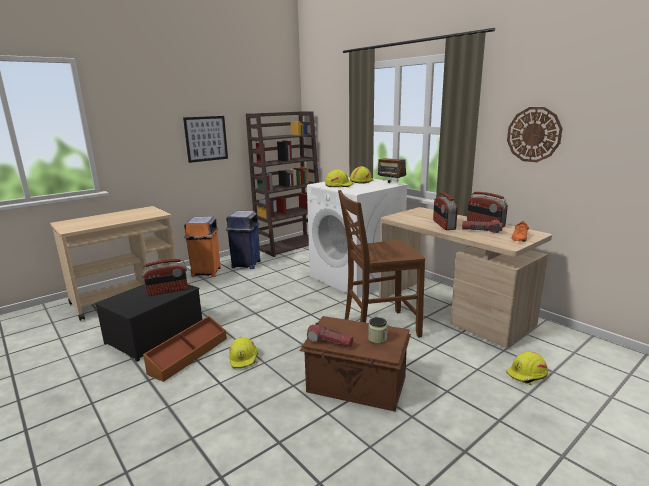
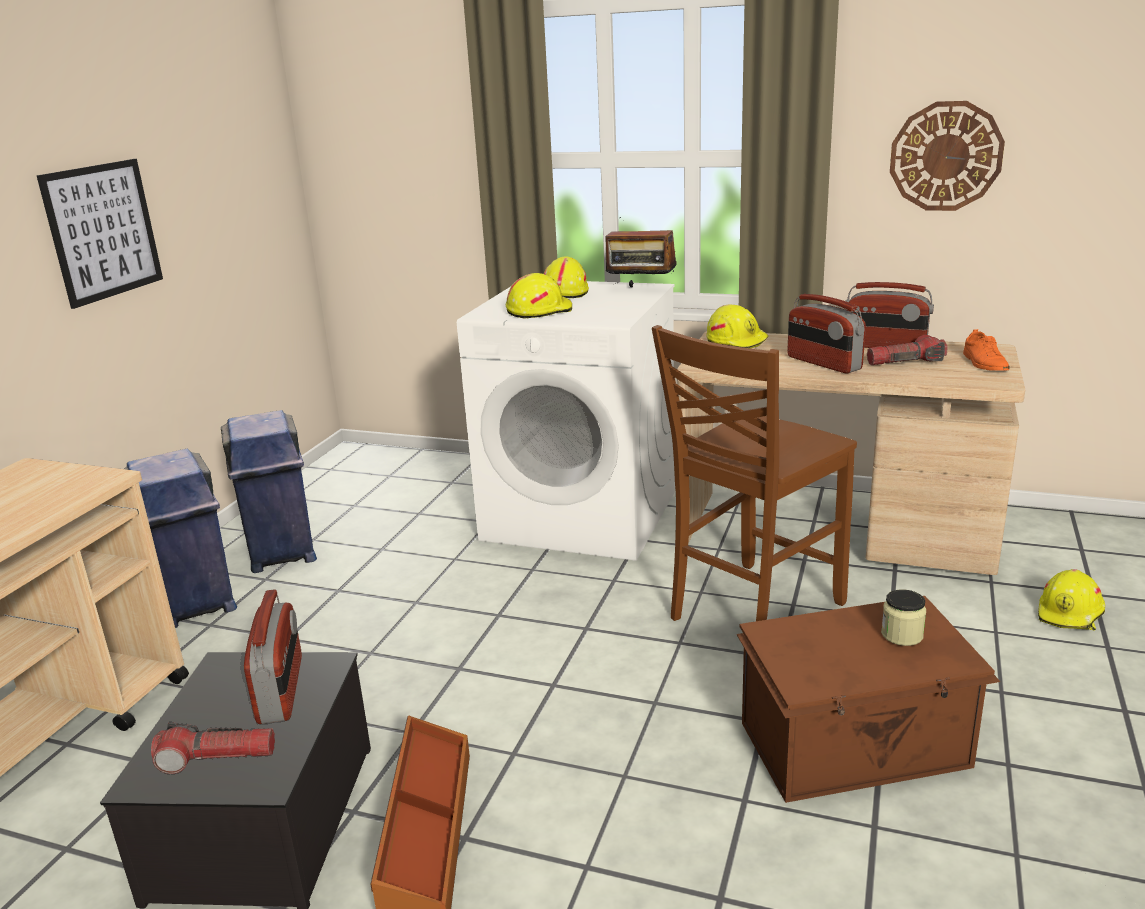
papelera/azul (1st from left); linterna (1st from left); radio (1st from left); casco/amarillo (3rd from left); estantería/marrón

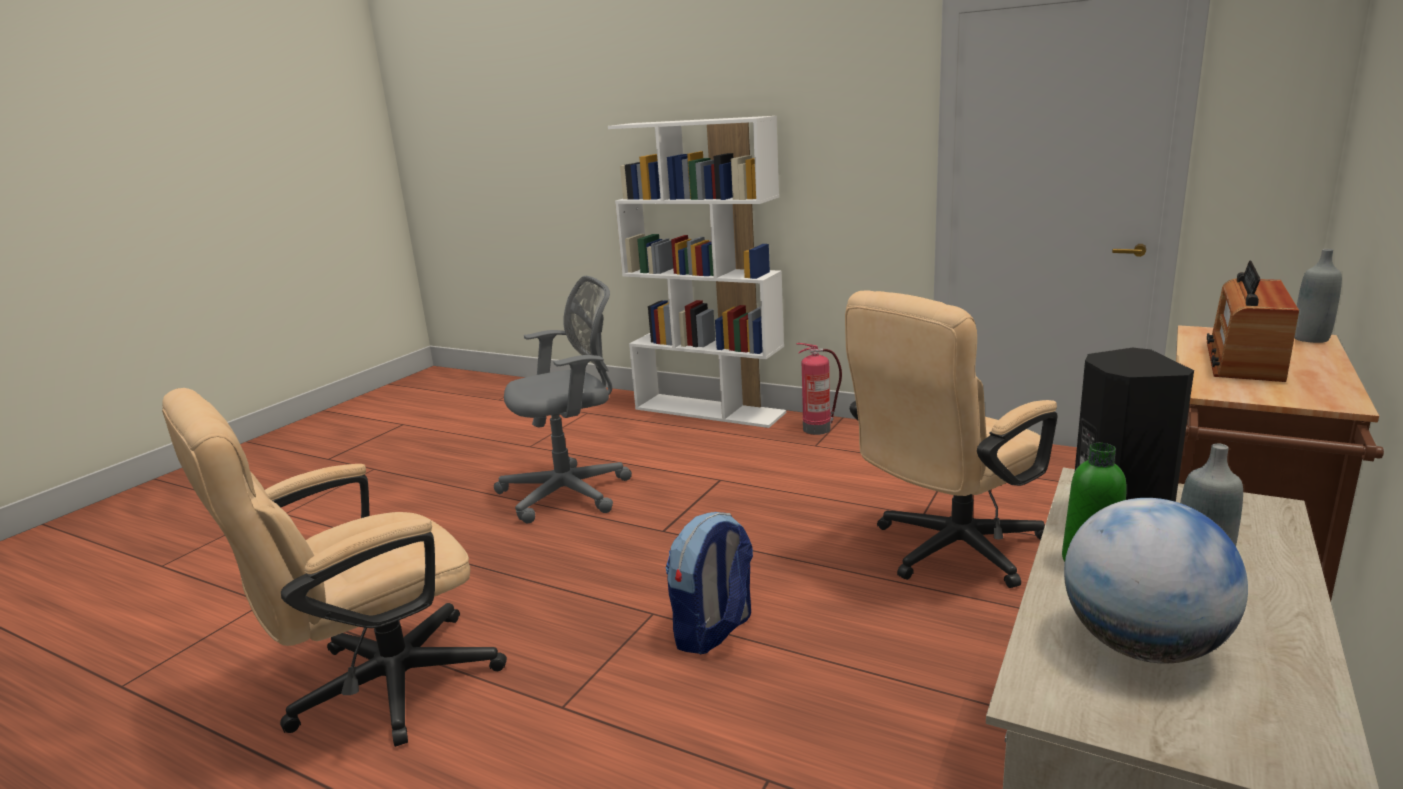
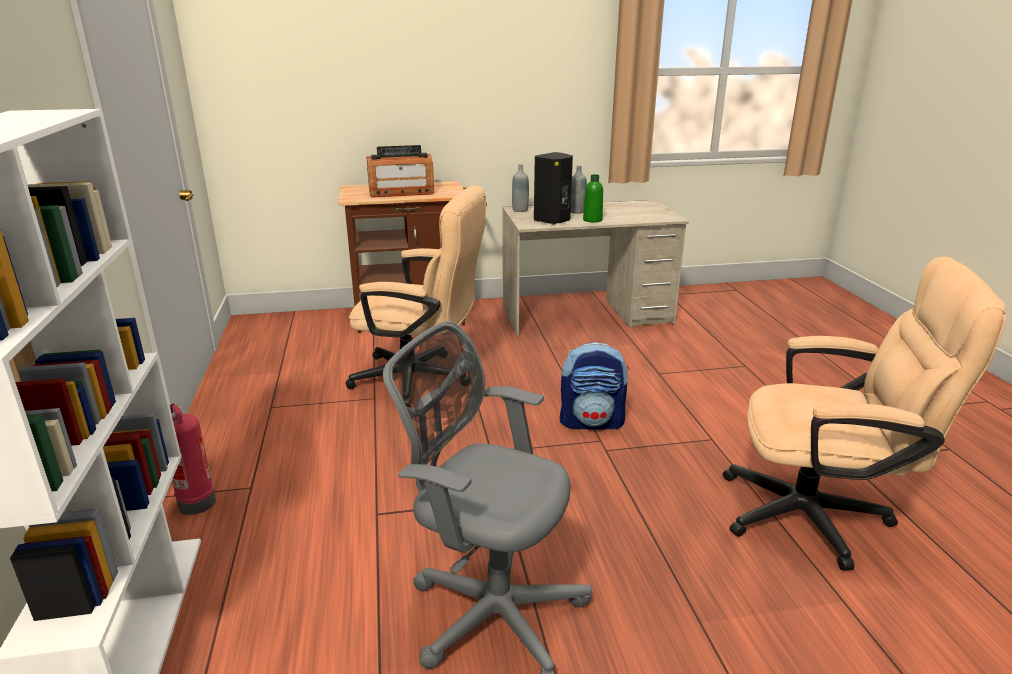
botella/gris (1st from left); globo terráqueo

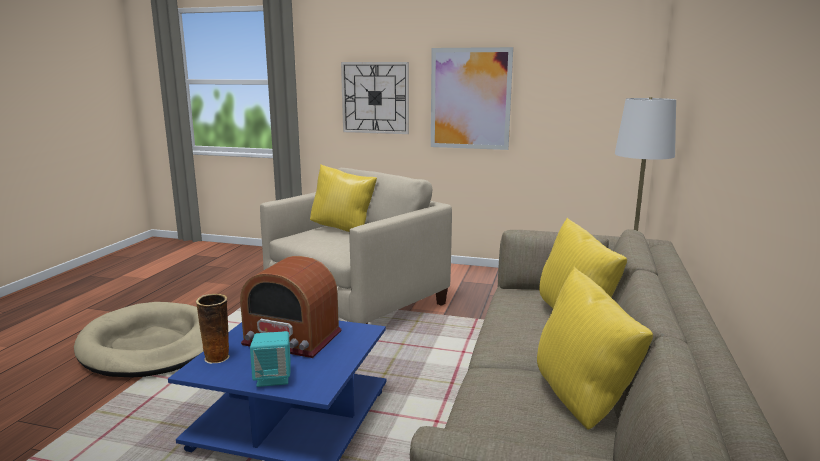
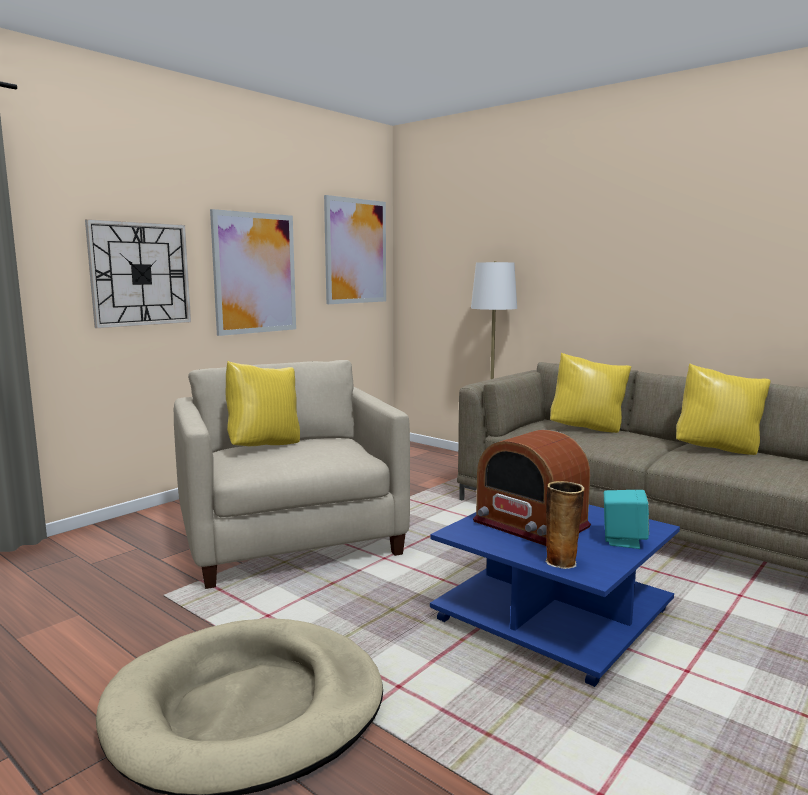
cuadro (2nd from left); radio

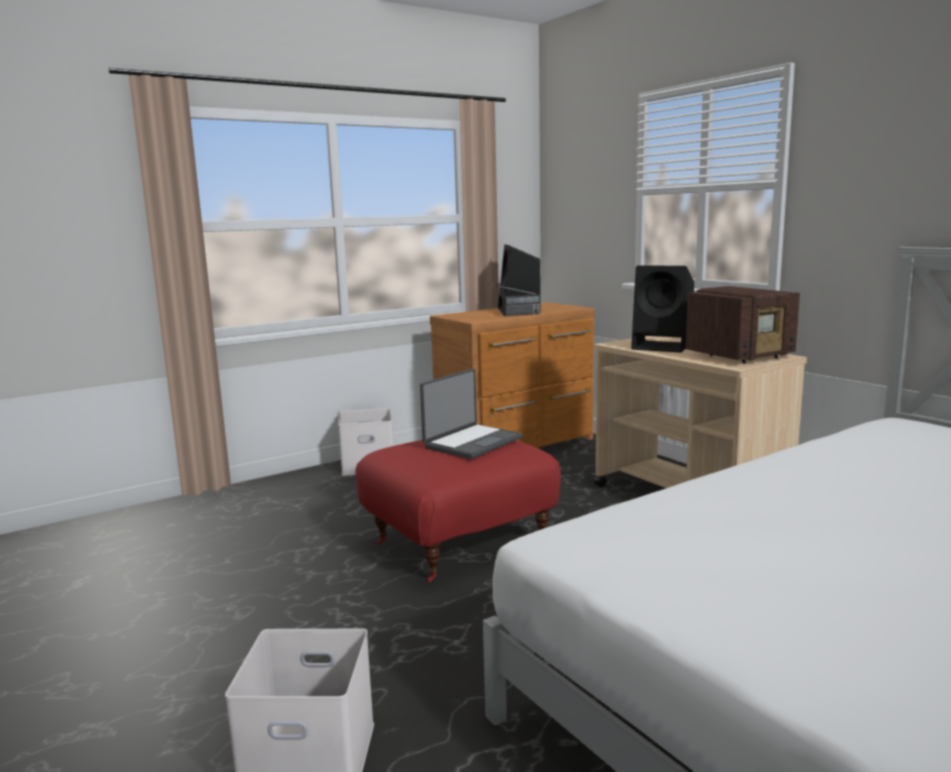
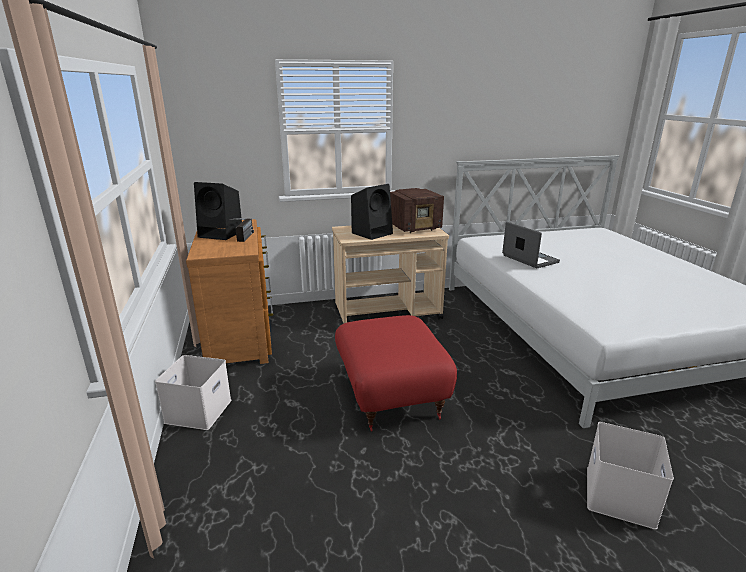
radio (2nd from left); portátil

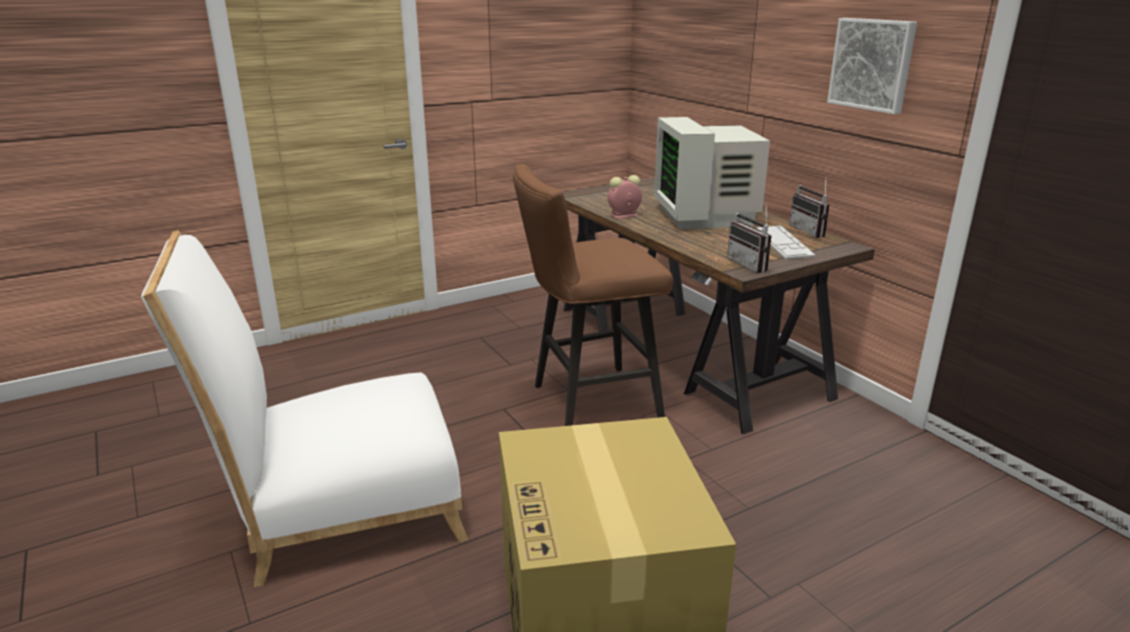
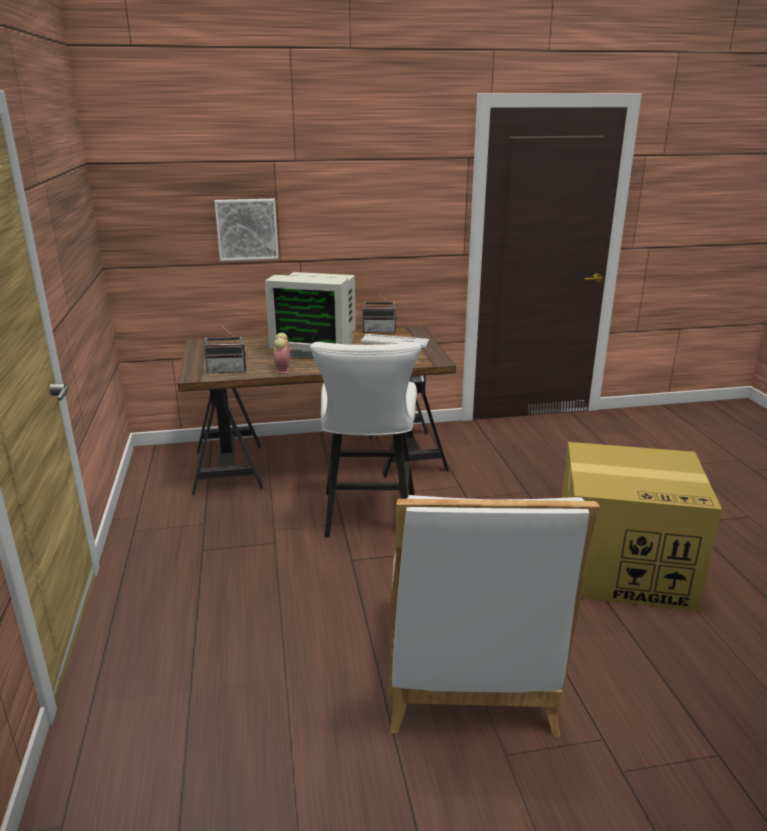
radio (1st from left); cuadro; taburete/blanco

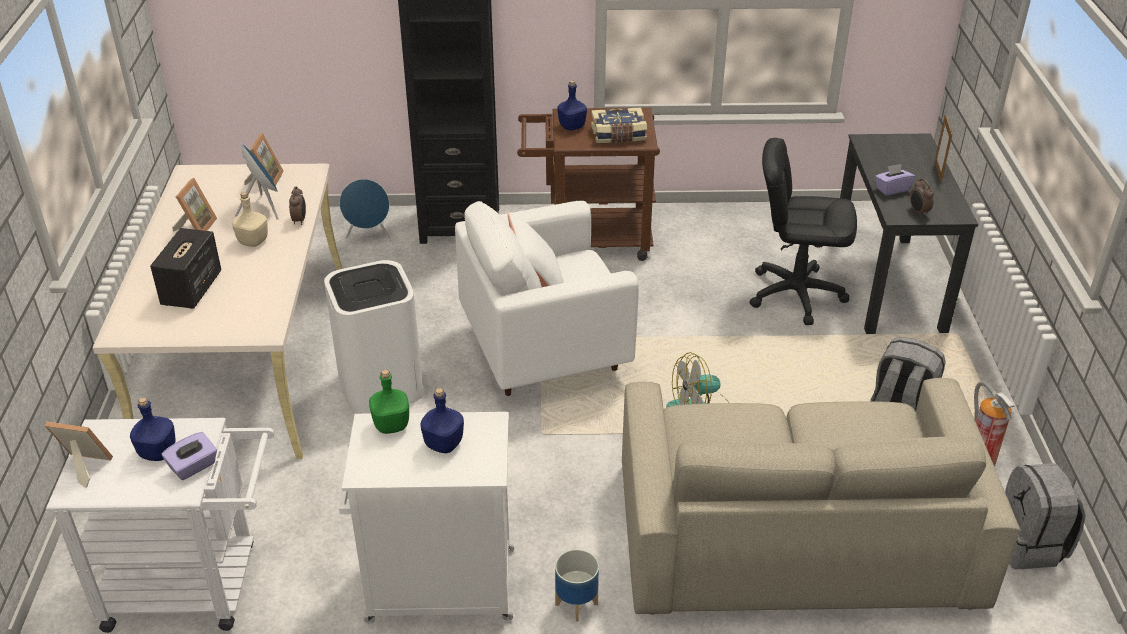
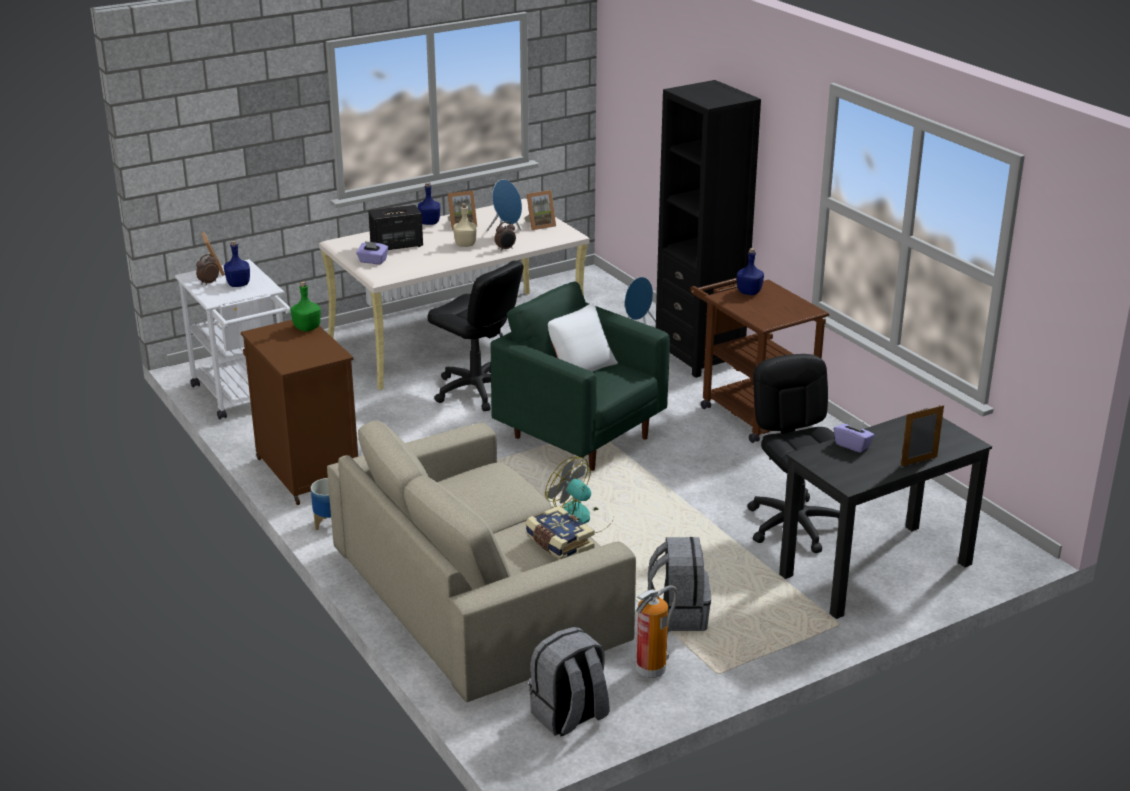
despertador (1st from left); armario/marrón; caja de pañuelos/morado (1st from left); botella/azul (2nd from left); silla de oficina/negro (1st from left); sillón/verde; libro

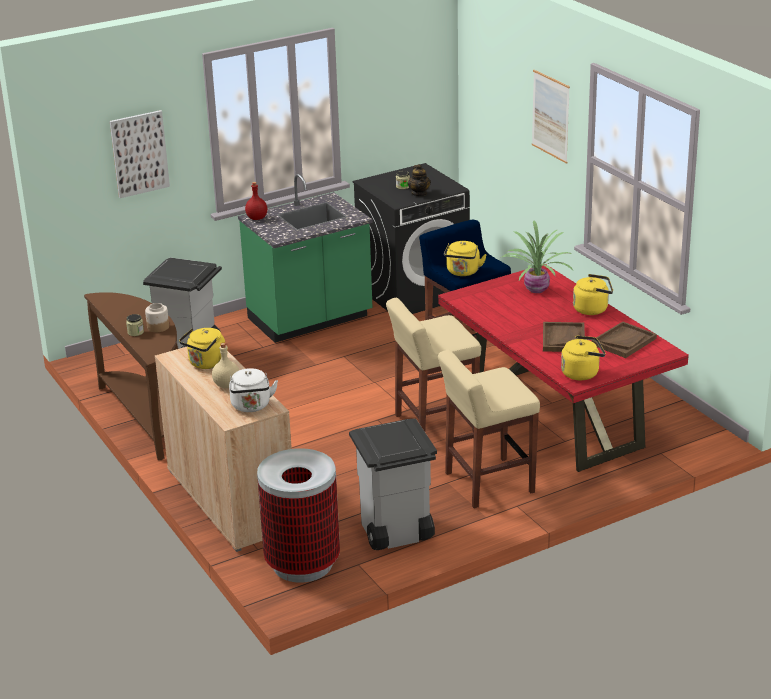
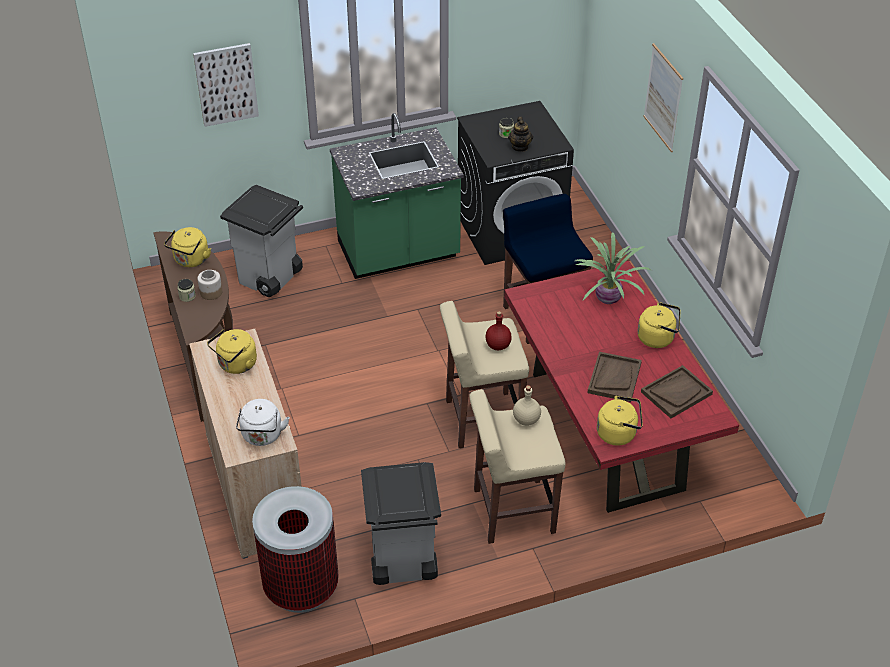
hervidor/amarillo (1st from left); botella/rojo; botella/beis

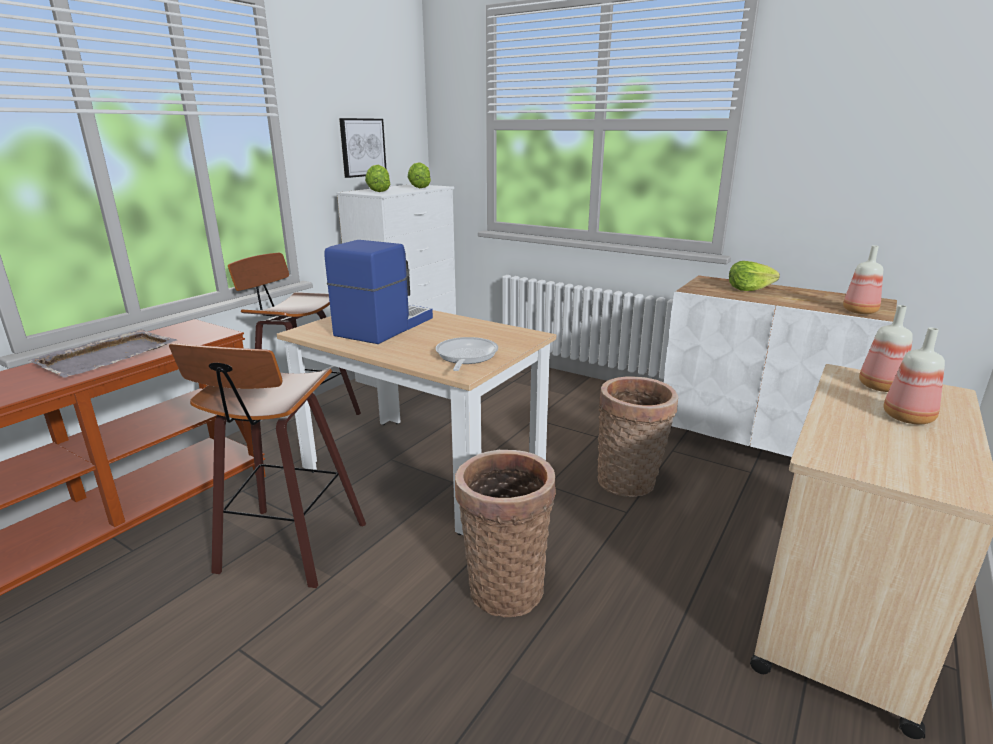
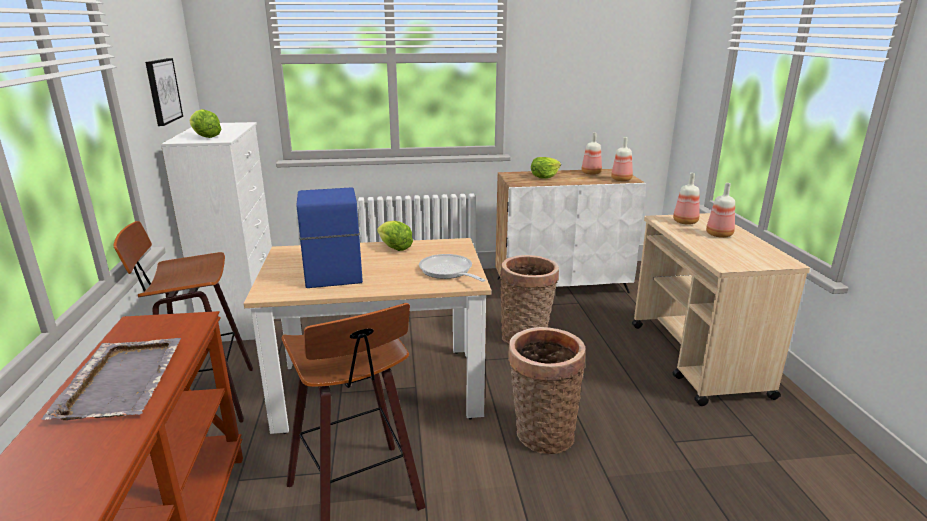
lechuga (2nd from left); botella (1st from left)

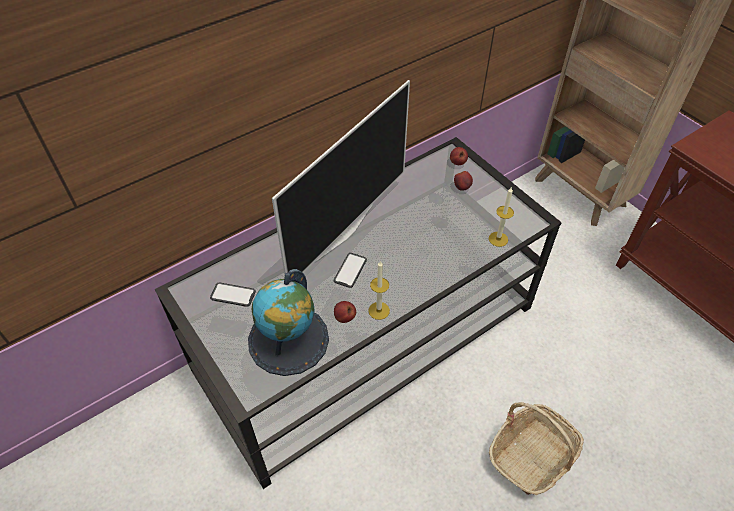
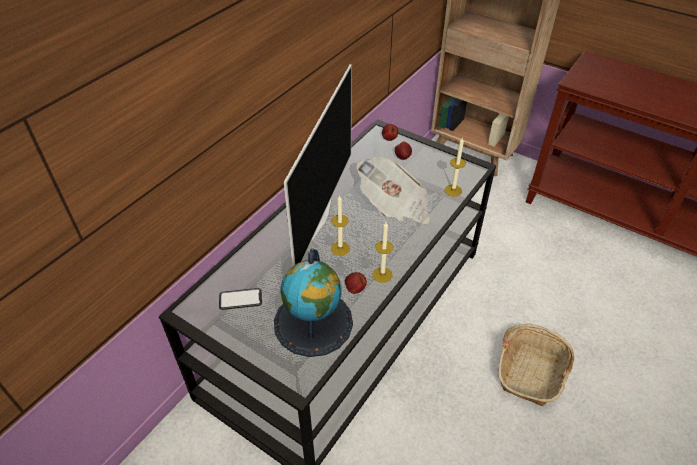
vela (1st from left); periódico

